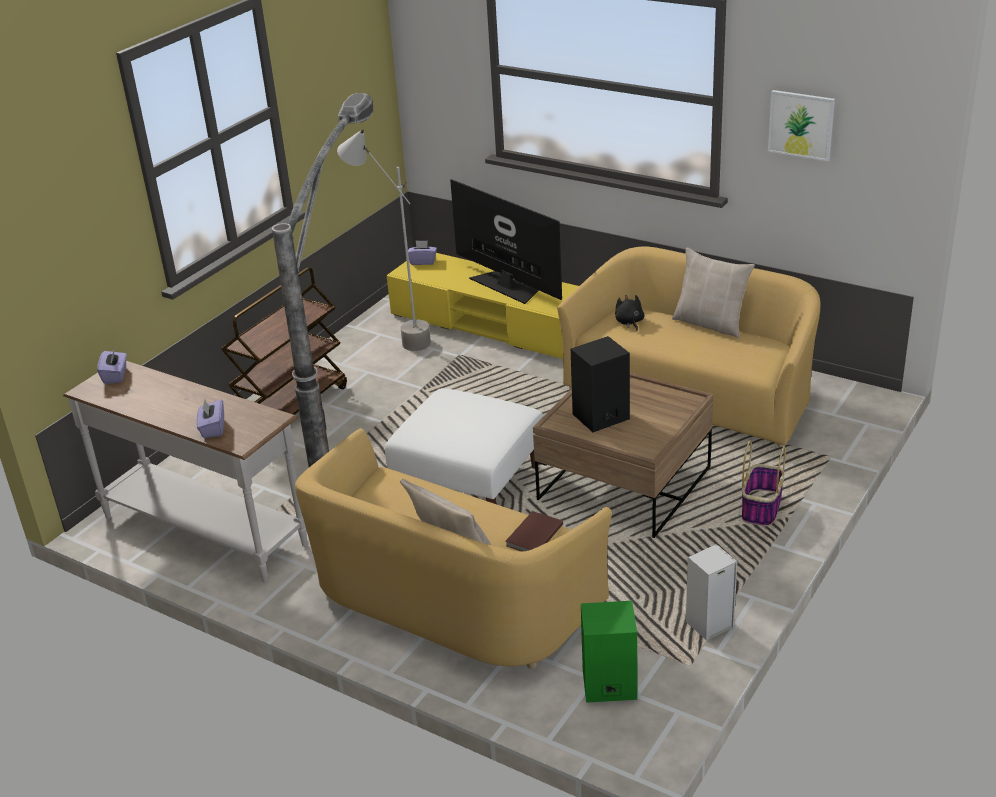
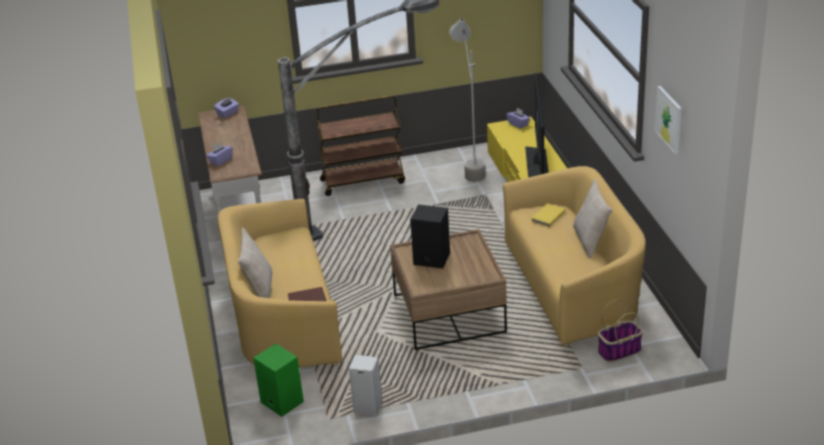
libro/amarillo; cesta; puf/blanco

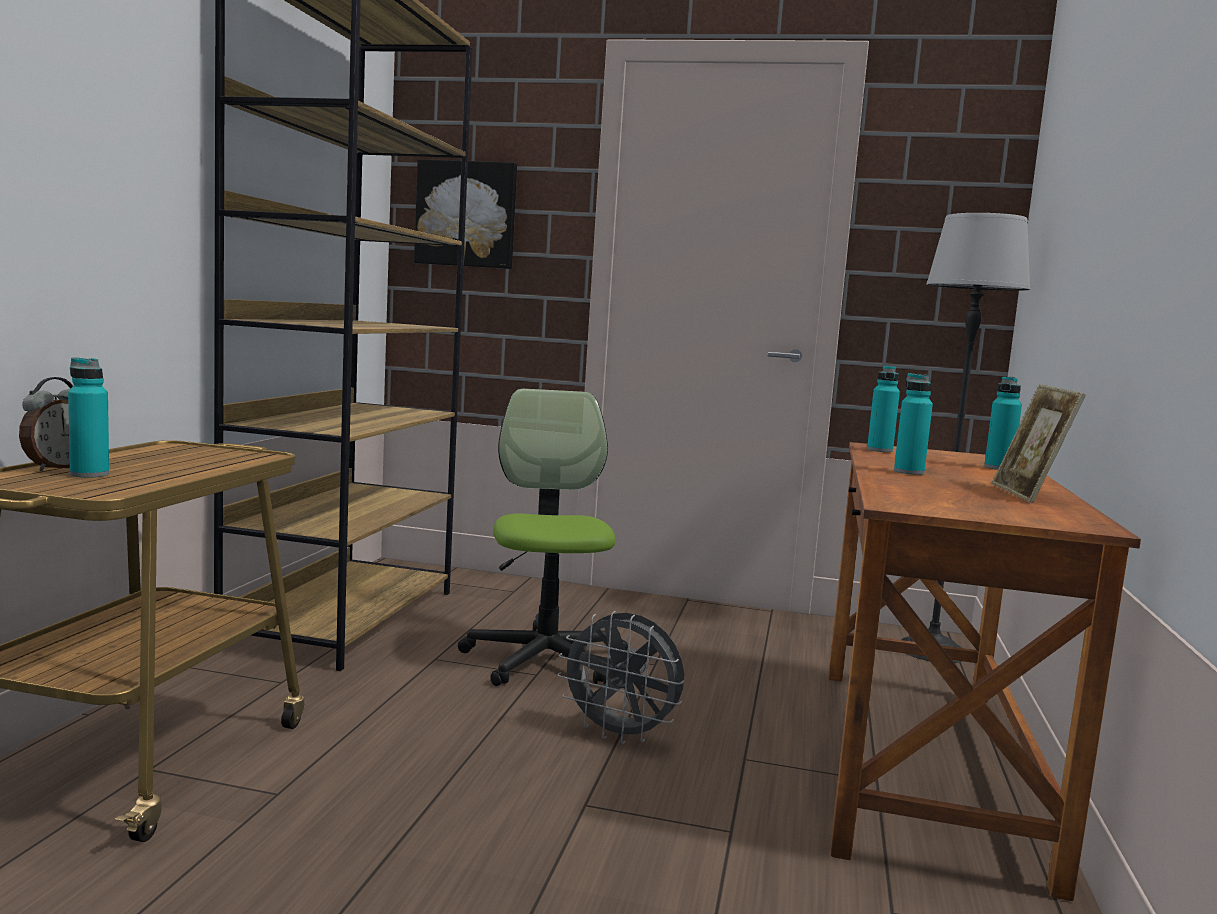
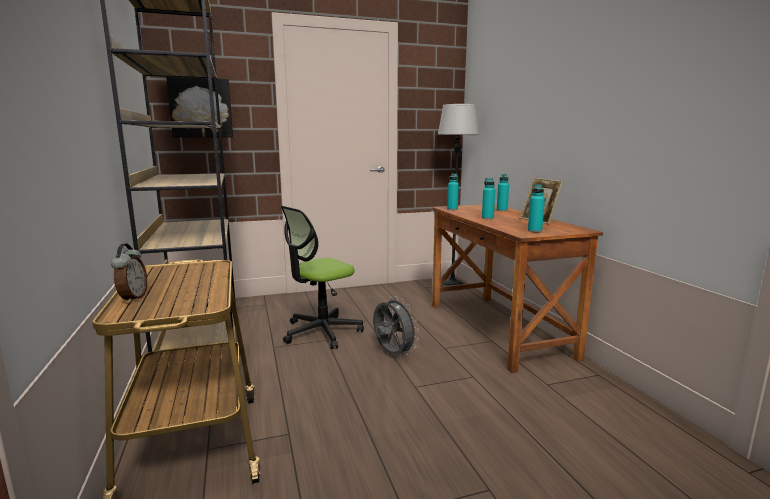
silla de oficina; ventilador/gris; botella/turquesa (4th from left)

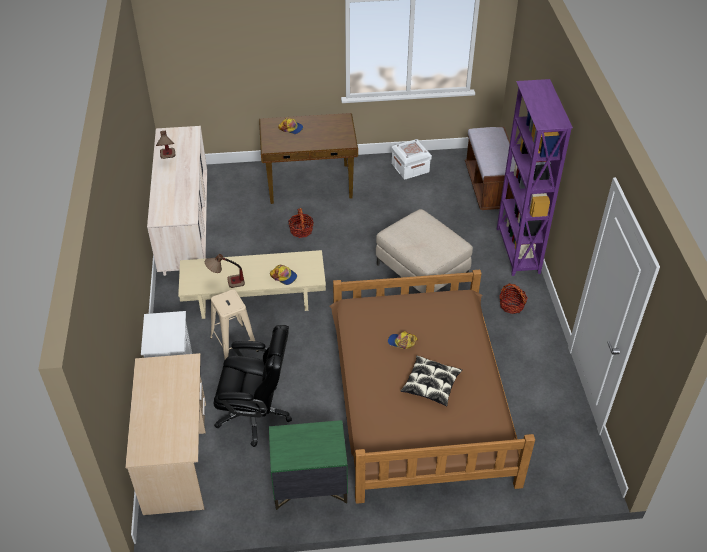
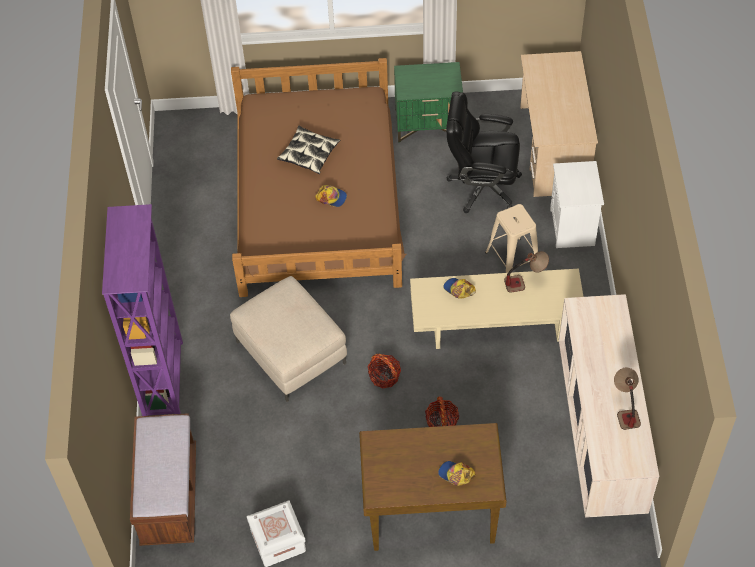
cesta (1st from left)

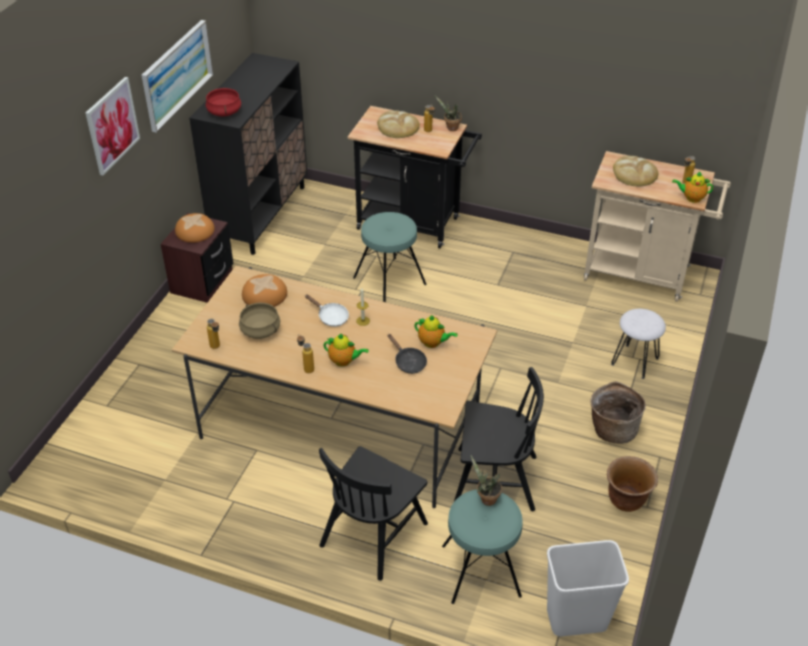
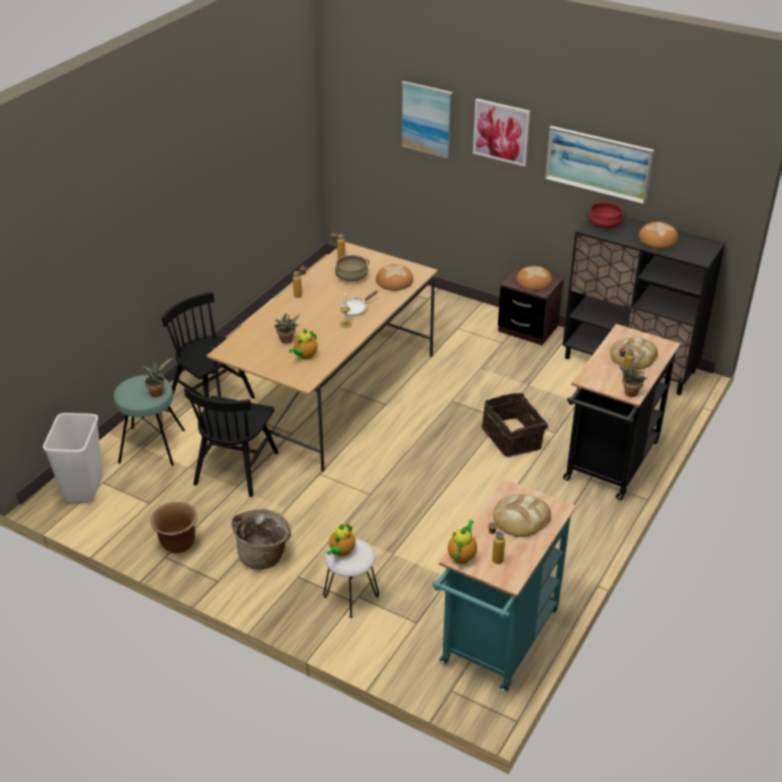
planta en maceta (2nd from left); tetera (2nd from left); cuadro (1st from left); carrito/turquesa; cesta (2nd from left); pan (5th from left)

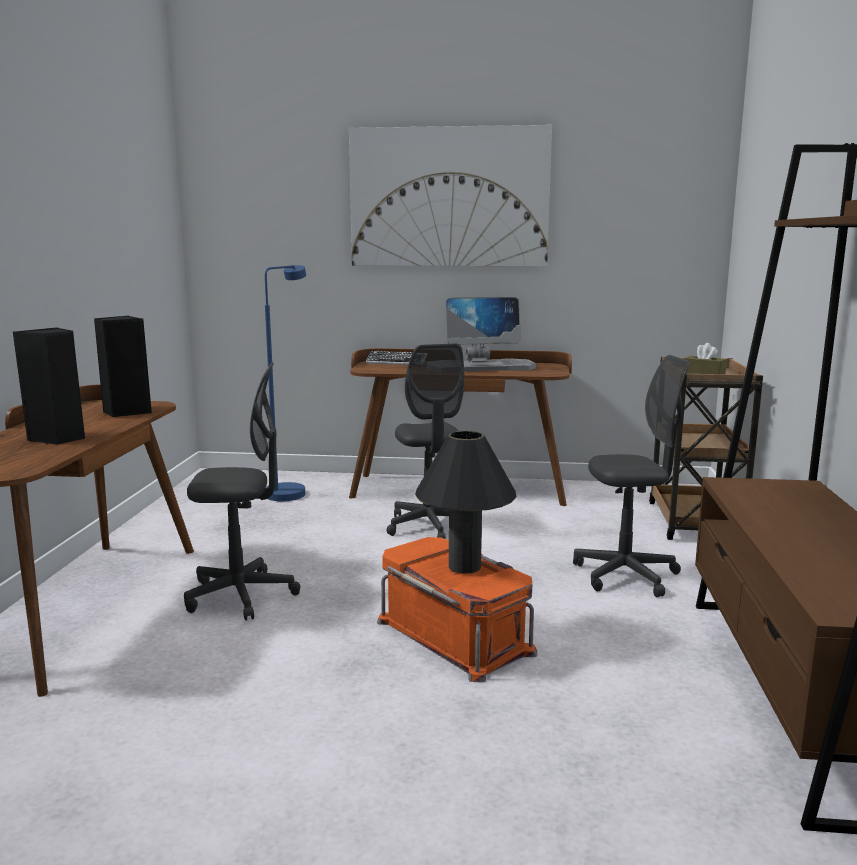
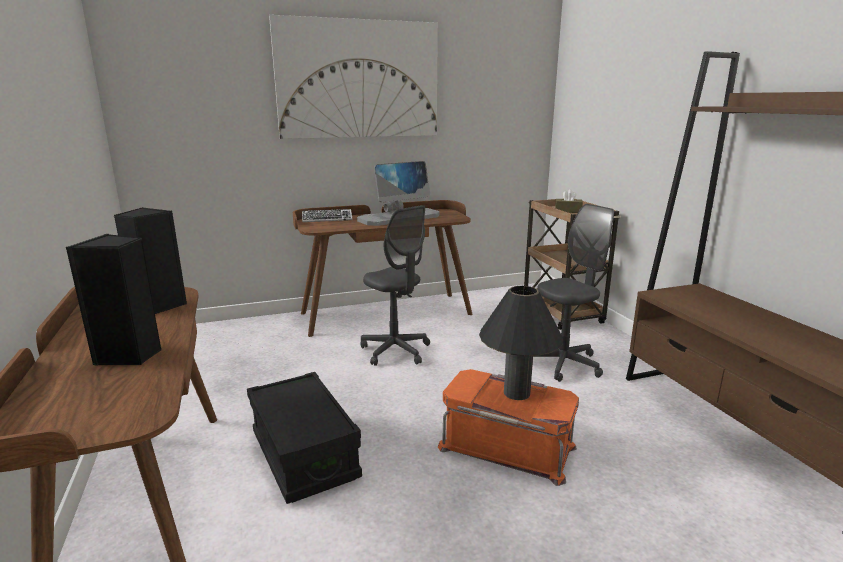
caja de almacenaje/negro; lámpara de pie/azul

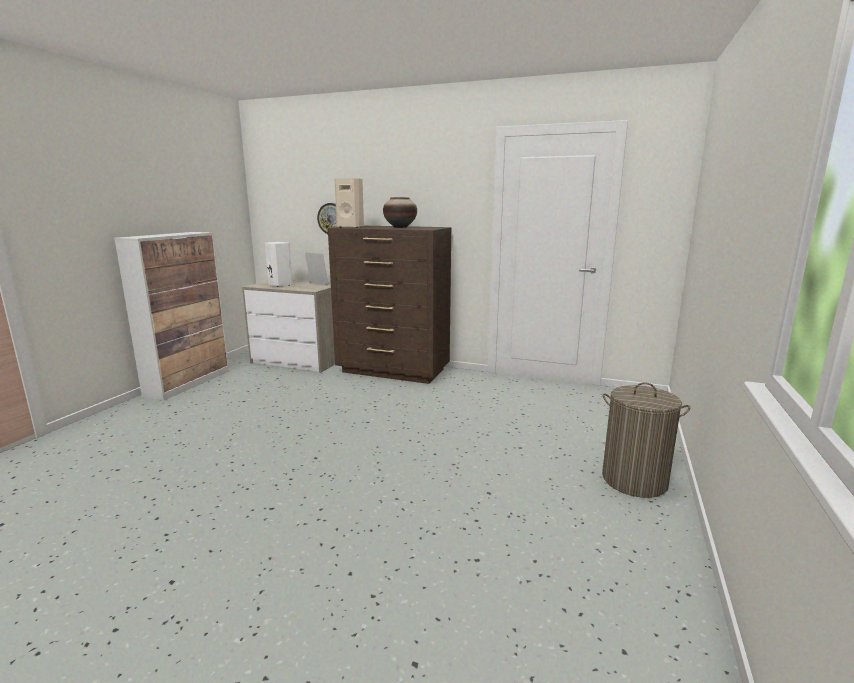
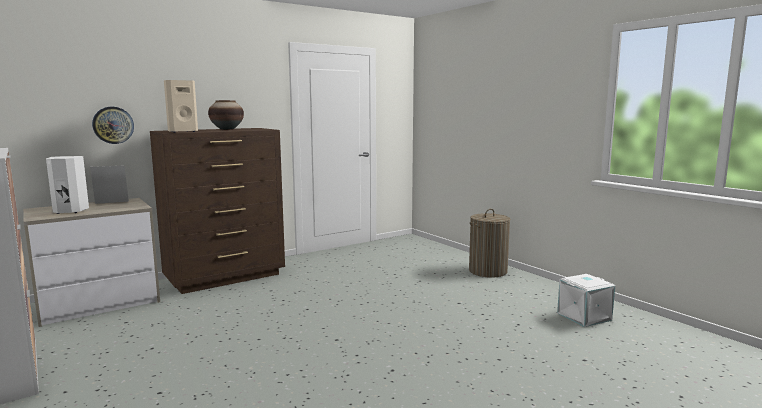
caja de almacenaje/blanco

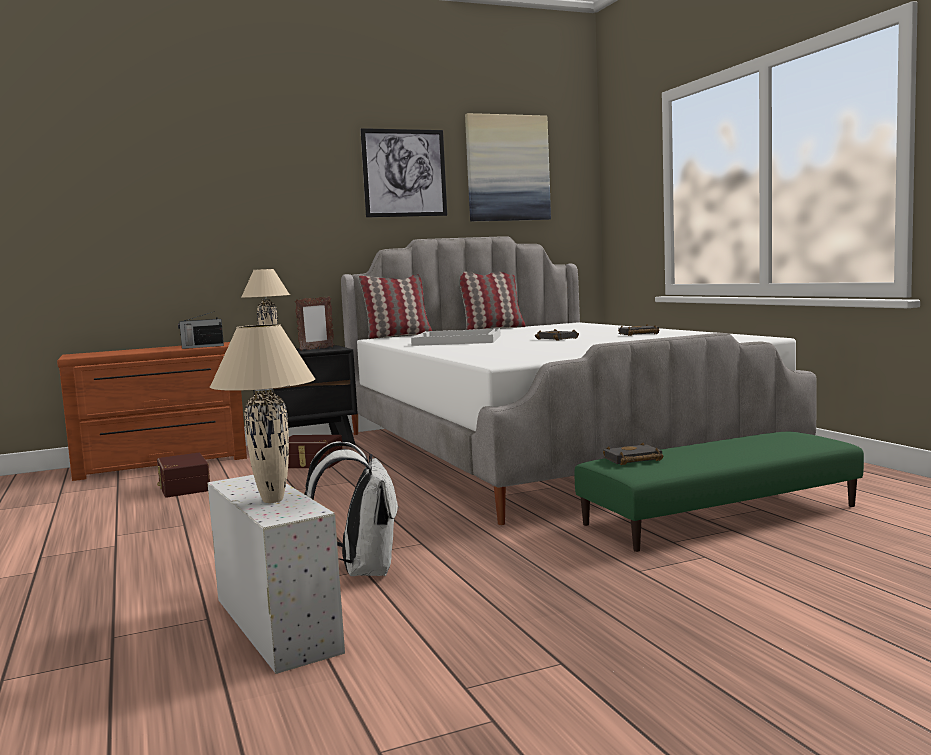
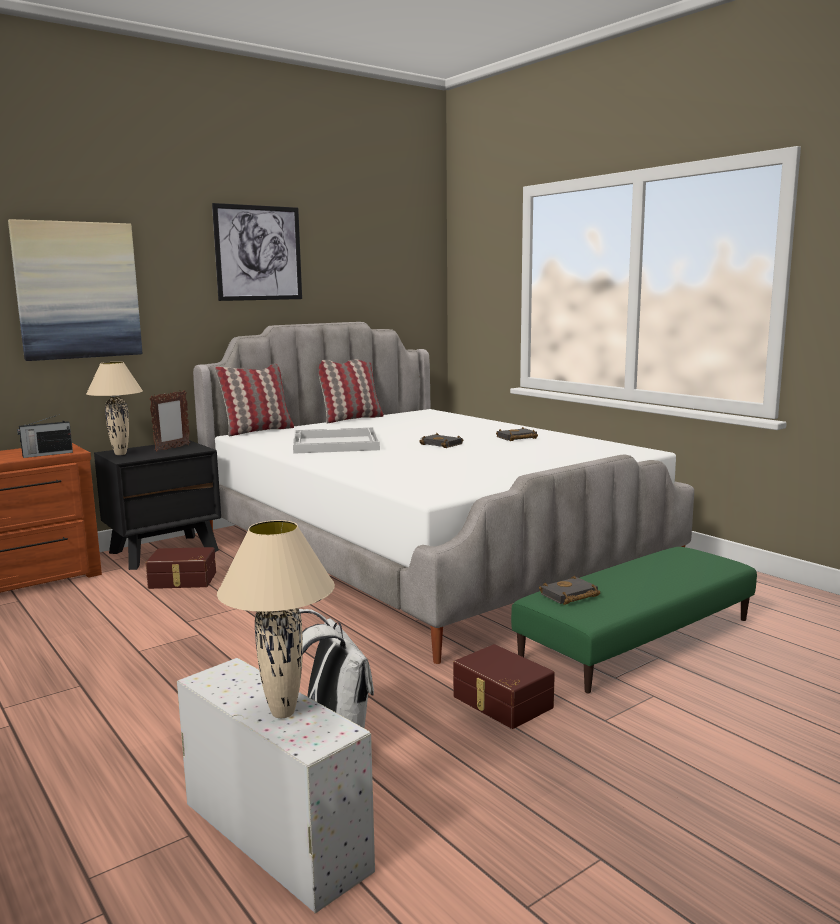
cuadro (1st from left); caja de almacenaje/marrón (2nd from left)

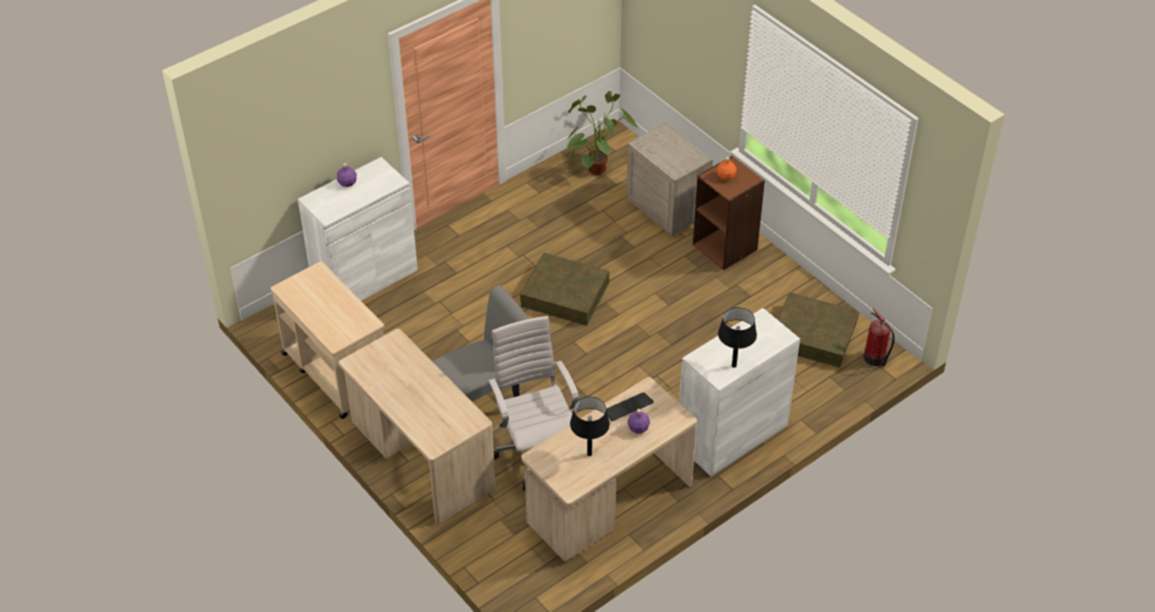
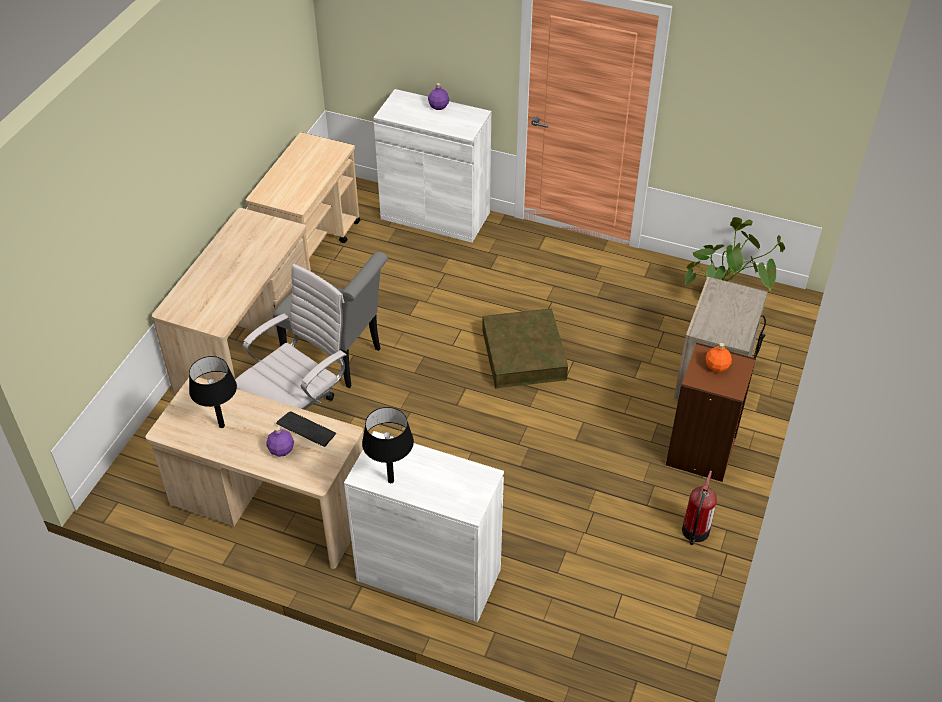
extintor; caja de almacenaje/marrón (2nd from left in the first image)

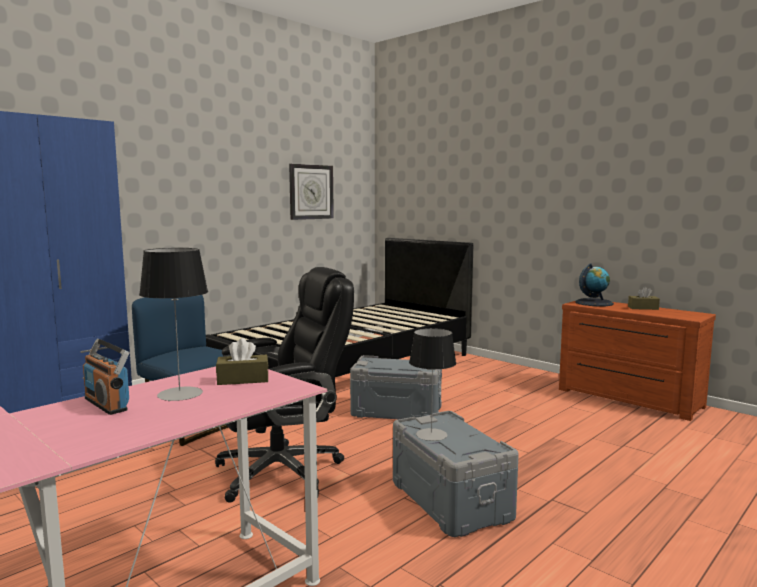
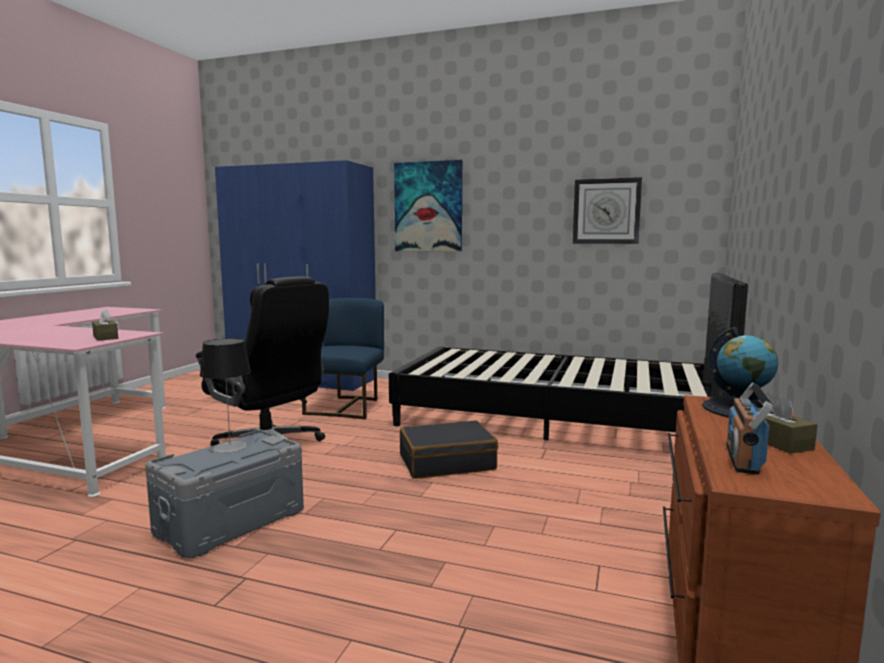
cuadro; maleta/negro; radio; lámpara de mesa (1st from left in the first image)

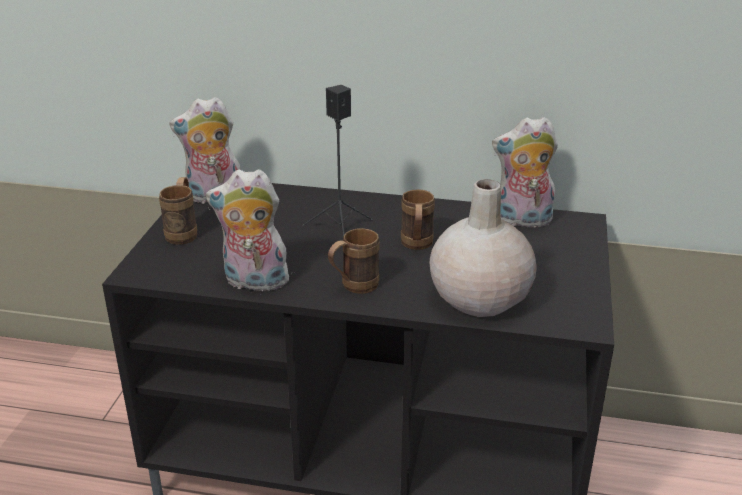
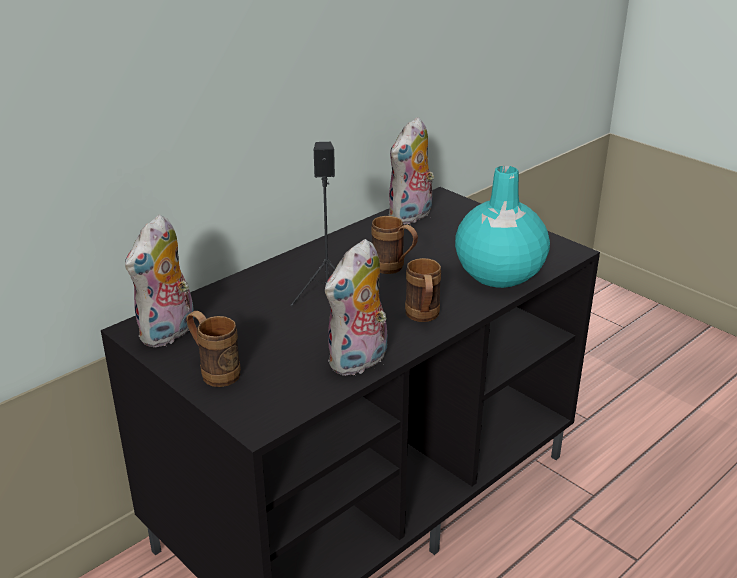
florero/turquesa

